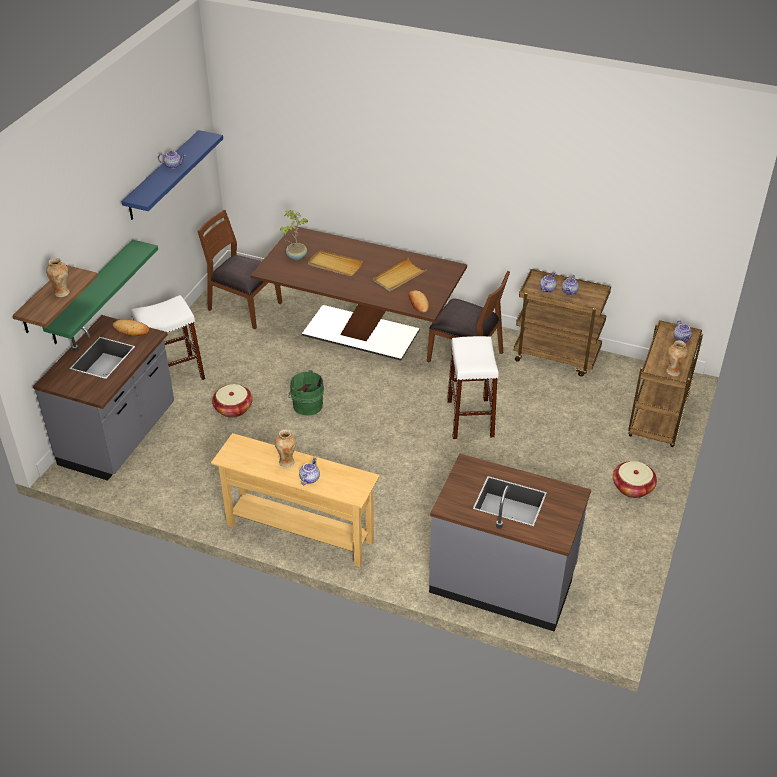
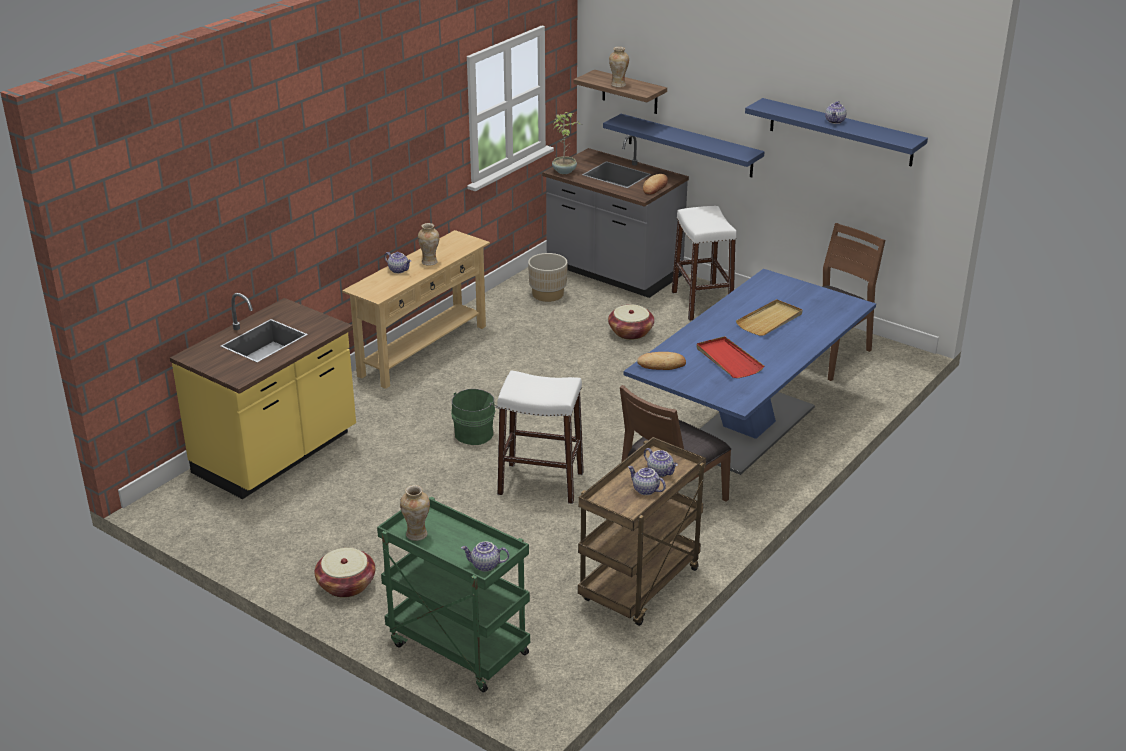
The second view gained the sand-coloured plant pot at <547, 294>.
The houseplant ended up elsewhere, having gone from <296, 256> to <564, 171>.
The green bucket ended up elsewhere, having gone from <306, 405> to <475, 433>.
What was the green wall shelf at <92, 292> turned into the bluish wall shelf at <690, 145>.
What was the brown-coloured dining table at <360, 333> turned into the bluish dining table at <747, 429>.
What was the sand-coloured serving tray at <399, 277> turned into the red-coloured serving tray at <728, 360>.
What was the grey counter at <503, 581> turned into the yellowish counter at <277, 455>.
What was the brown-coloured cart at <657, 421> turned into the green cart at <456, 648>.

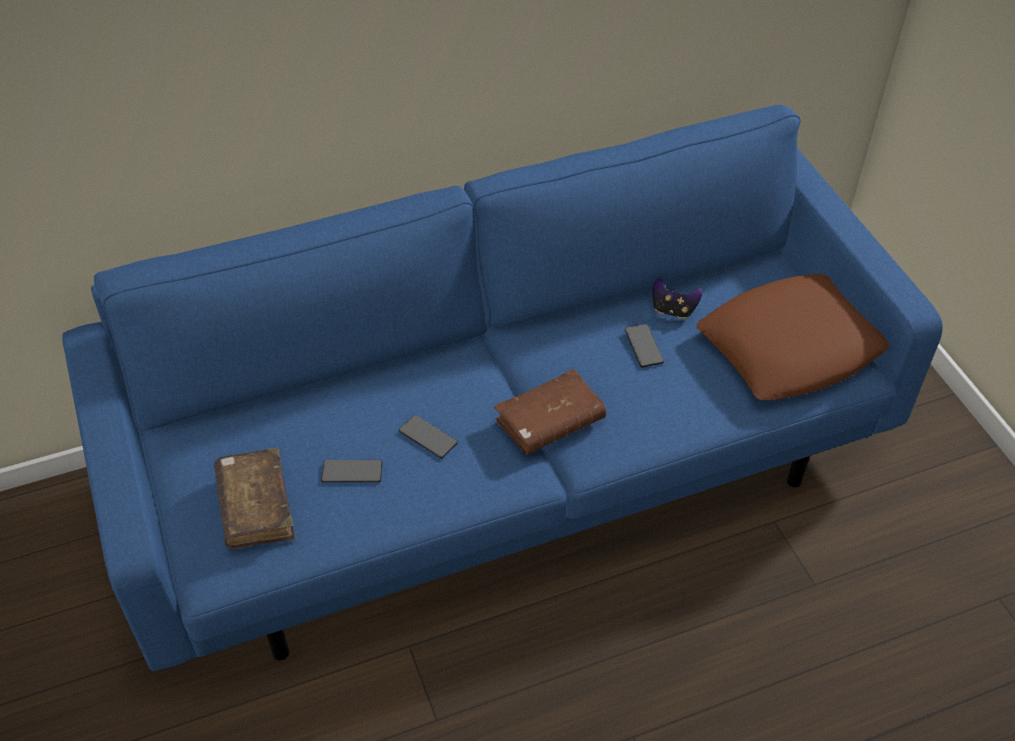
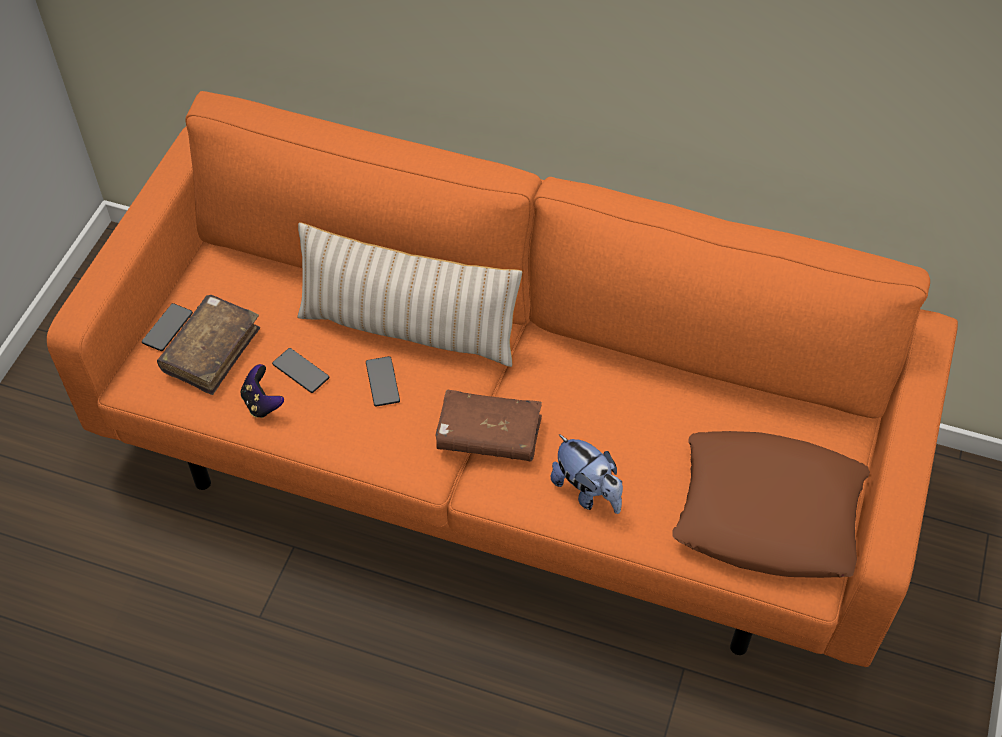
The second view gained the sand-coloured throw pillow at <408, 328>.
The second view gained the plush toy at <587, 491>.
The handset ended up elsewhere, having gone from <643, 346> to <167, 328>.
The gamepad ended up elsewhere, having gone from <673, 310> to <262, 403>.
What was the bluish settee at <507, 471> turned into the orange-coloured settee at <501, 462>.

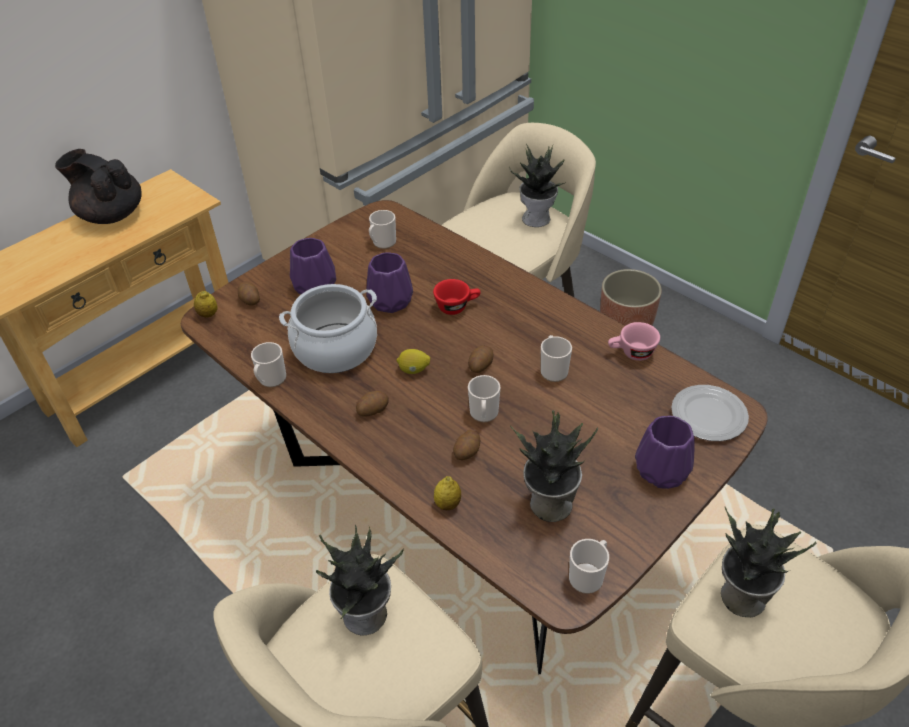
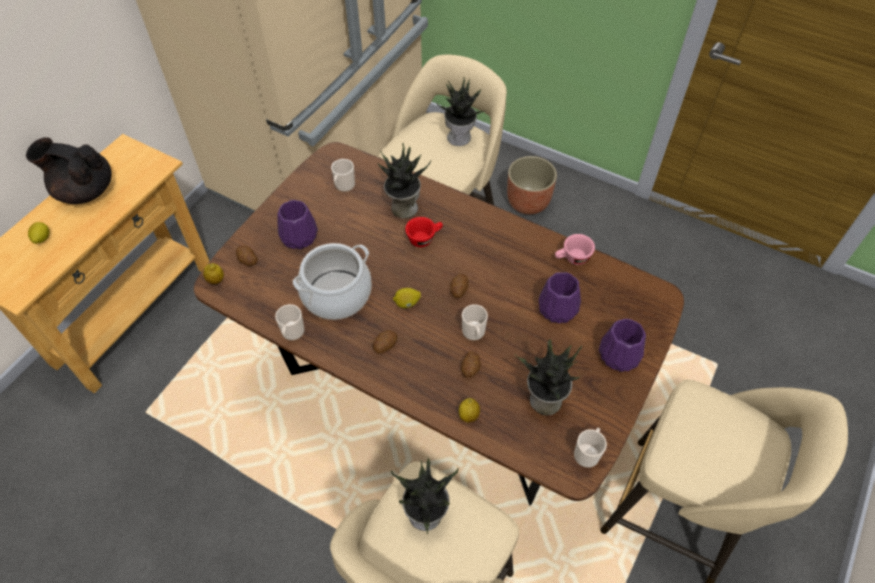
The second view lost the mug at <553, 369>.
The second view lost the flat dish at <707, 415>.
The second view gained the lemon at <42, 239>.
The purplish decorative vase ended up elsewhere, having gone from <390, 300> to <556, 309>.
The houseplant ended up elsewhere, having gone from <741, 596> to <403, 208>.

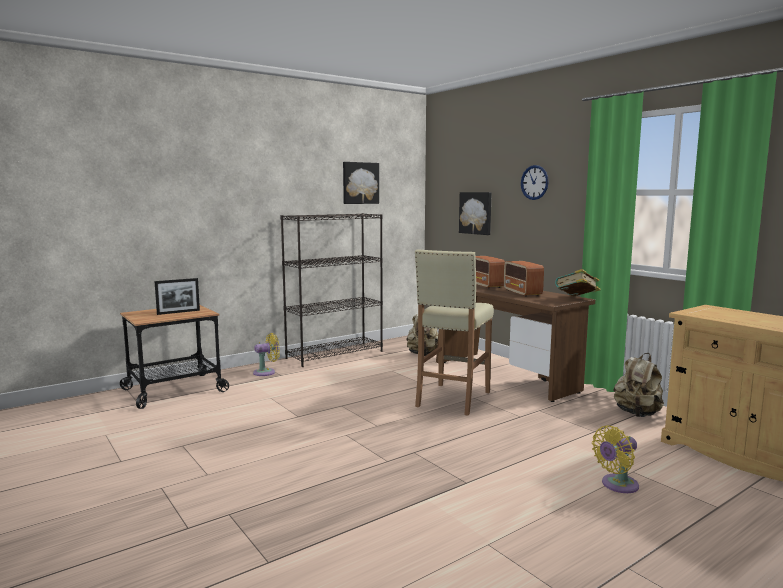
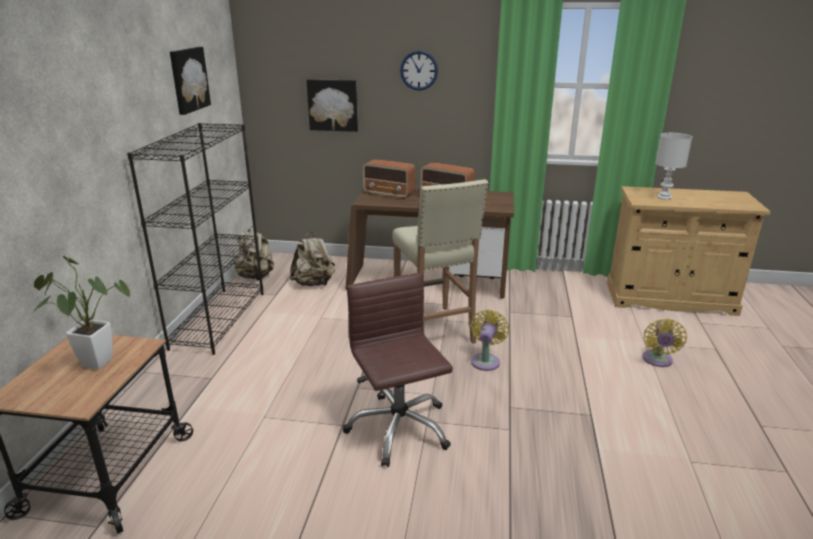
The second view lost the book at <576, 299>.
The second view gained the brown-coloured office chair at <398, 428>.
The second view gained the white-coloured table lamp at <664, 197>.
The yellowish electric fan ended up elsewhere, having gone from <266, 372> to <486, 360>.
The sand-coloured rucksack ended up elsewhere, having gone from <637, 414> to <255, 276>.
Where the standing frame stood at <178, 312>, the houseplant came to stand at <92, 362>.

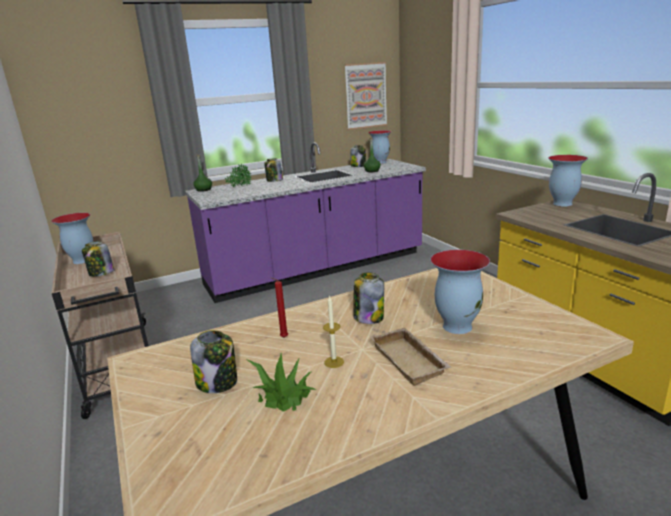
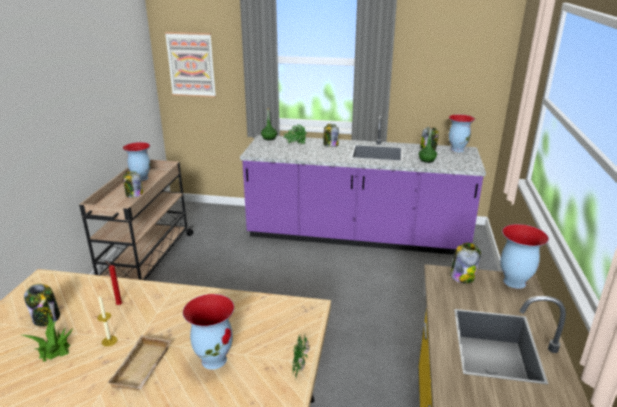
The second view gained the houseplant at <299, 367>.
The picture ended up elsewhere, having gone from <366, 96> to <191, 64>.
The jar ended up elsewhere, having gone from <368, 317> to <462, 276>.

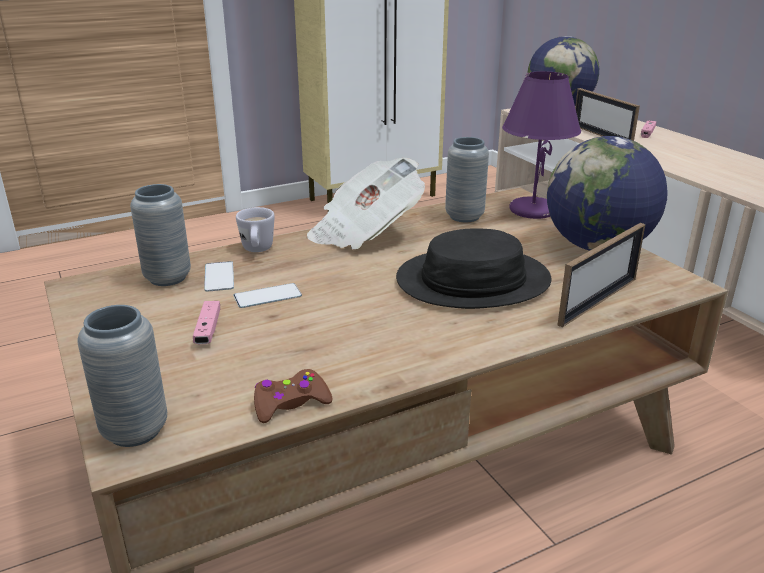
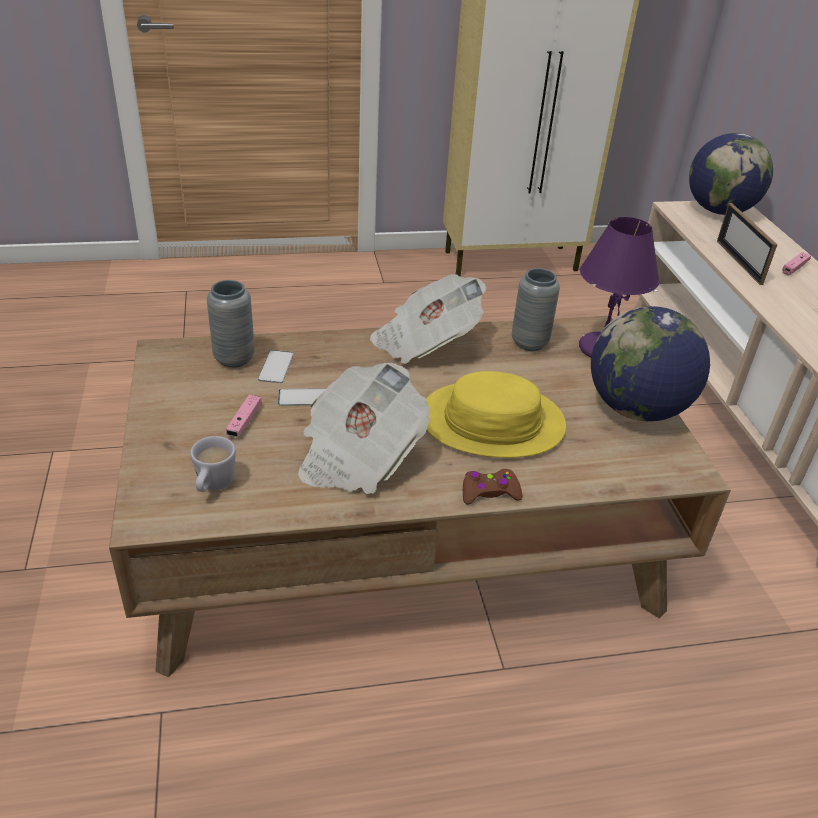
The second view lost the grey decorative vase at <135, 430>.
The second view lost the standing frame at <598, 301>.
The second view gained the daily paper at <358, 456>.
The white-coloured mug ended up elsewhere, having gone from <257, 251> to <213, 486>.
The brown-coloured gamepad ended up elsewhere, having gone from <290, 403> to <489, 492>.
What was the blackish clothing hat at <473, 281> turned into the yellowish clothing hat at <492, 422>.

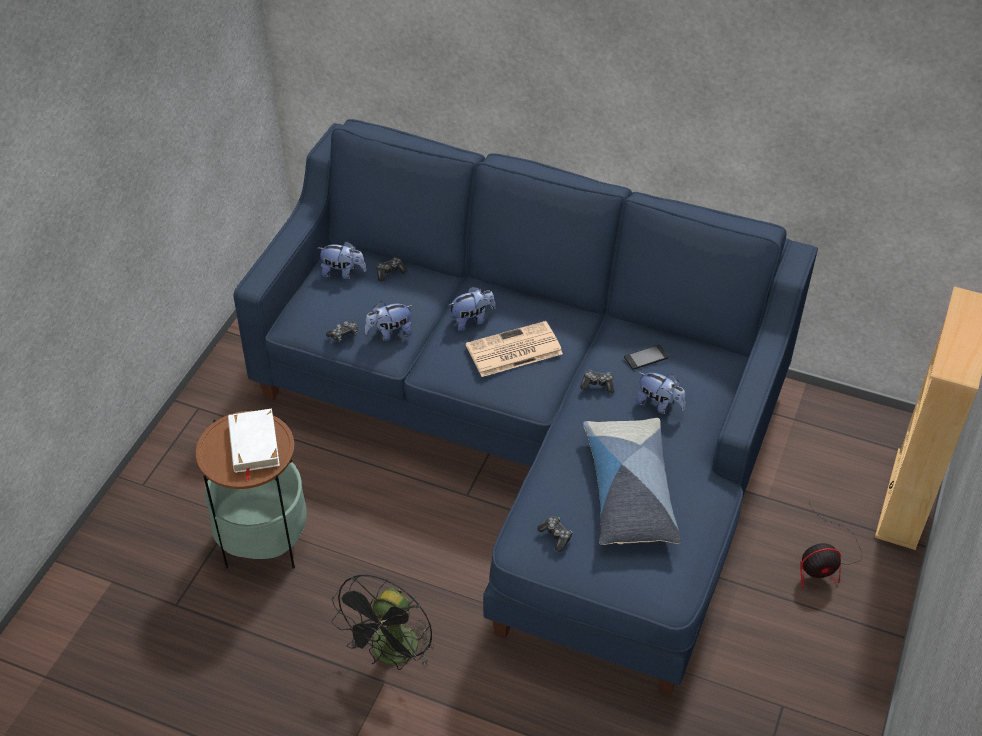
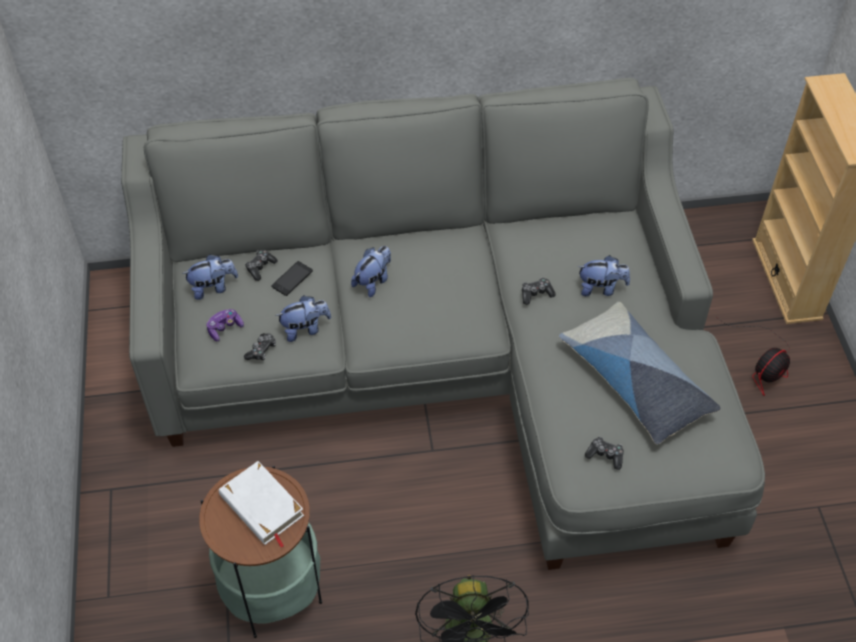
The second view lost the daily paper at <513, 350>.
The second view gained the gamepad at <224, 328>.
The handset ended up elsewhere, having gone from <646, 357> to <292, 279>.
What was the bluish settee at <536, 434> turned into the grey settee at <453, 362>.
The plush toy at <390, 333> ended up facing another way, 150 degrees counterclockwise from before.

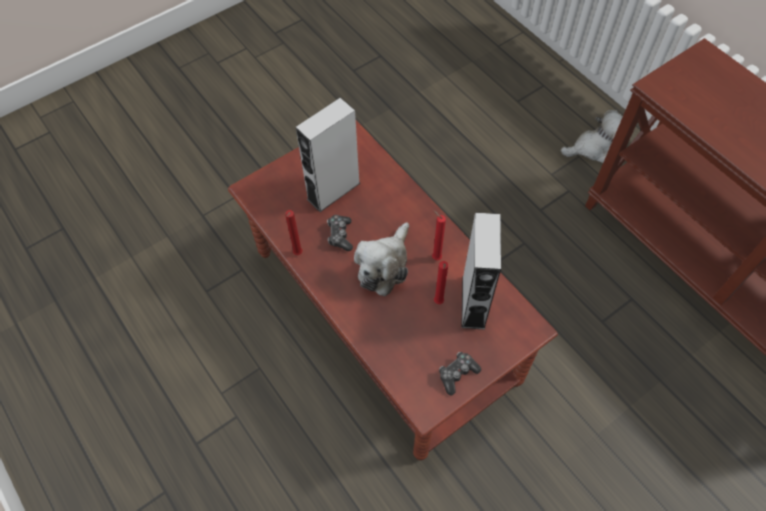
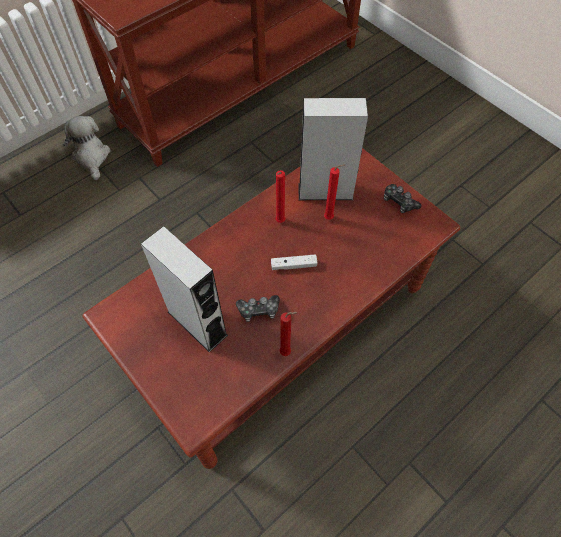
Where the plush toy stood at <384, 266>, the white-coloured gamepad came to stand at <293, 265>.

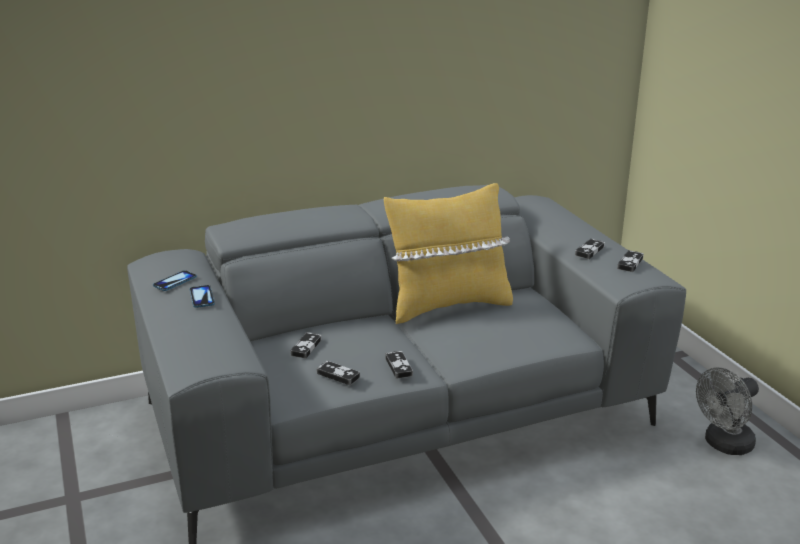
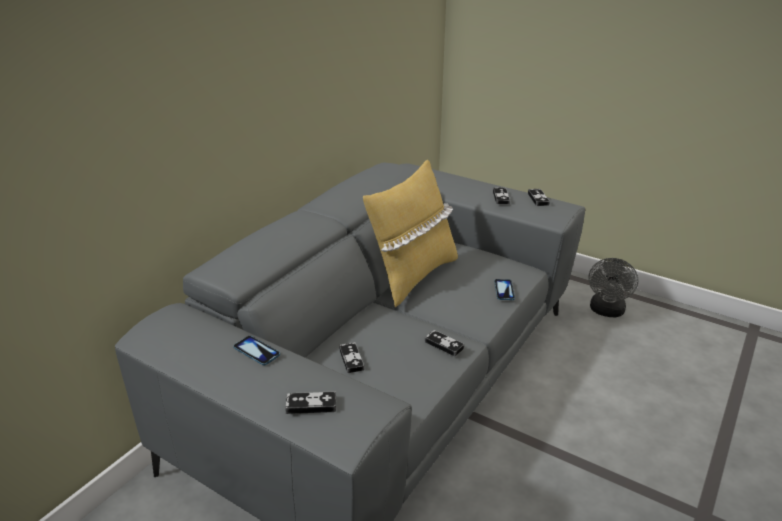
The handset ended up elsewhere, having gone from <175, 282> to <504, 290>.
The gamepad ended up elsewhere, having gone from <338, 375> to <311, 405>.

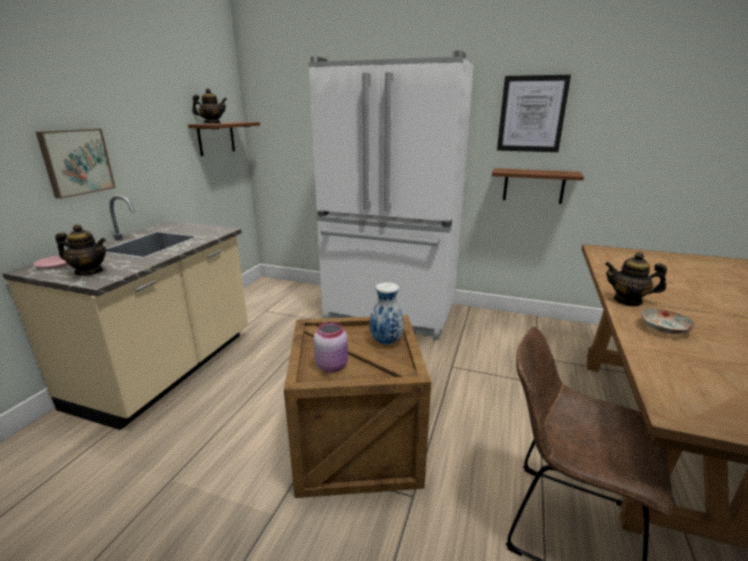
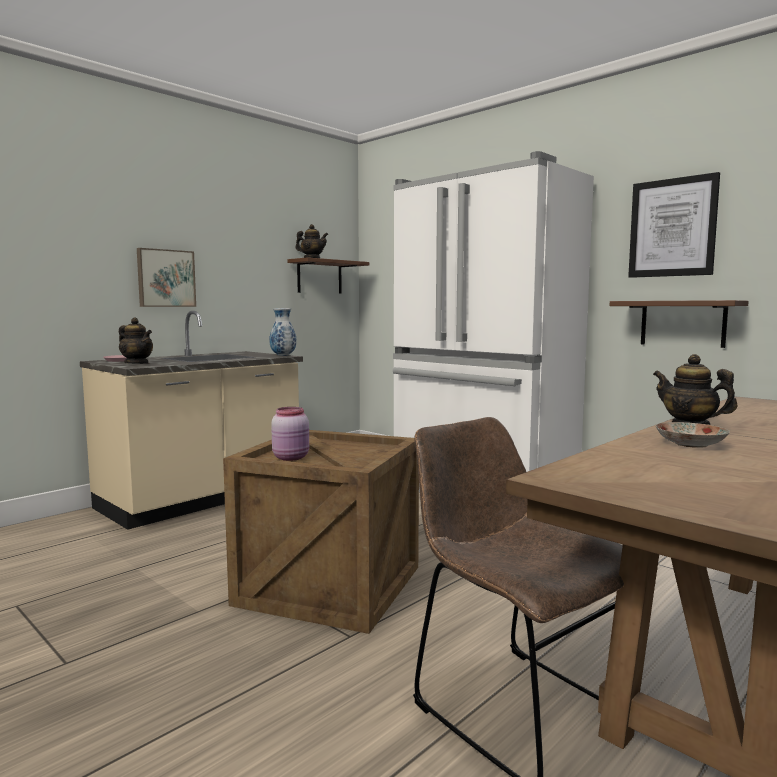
The decorative vase ended up elsewhere, having gone from <385, 342> to <282, 356>.

